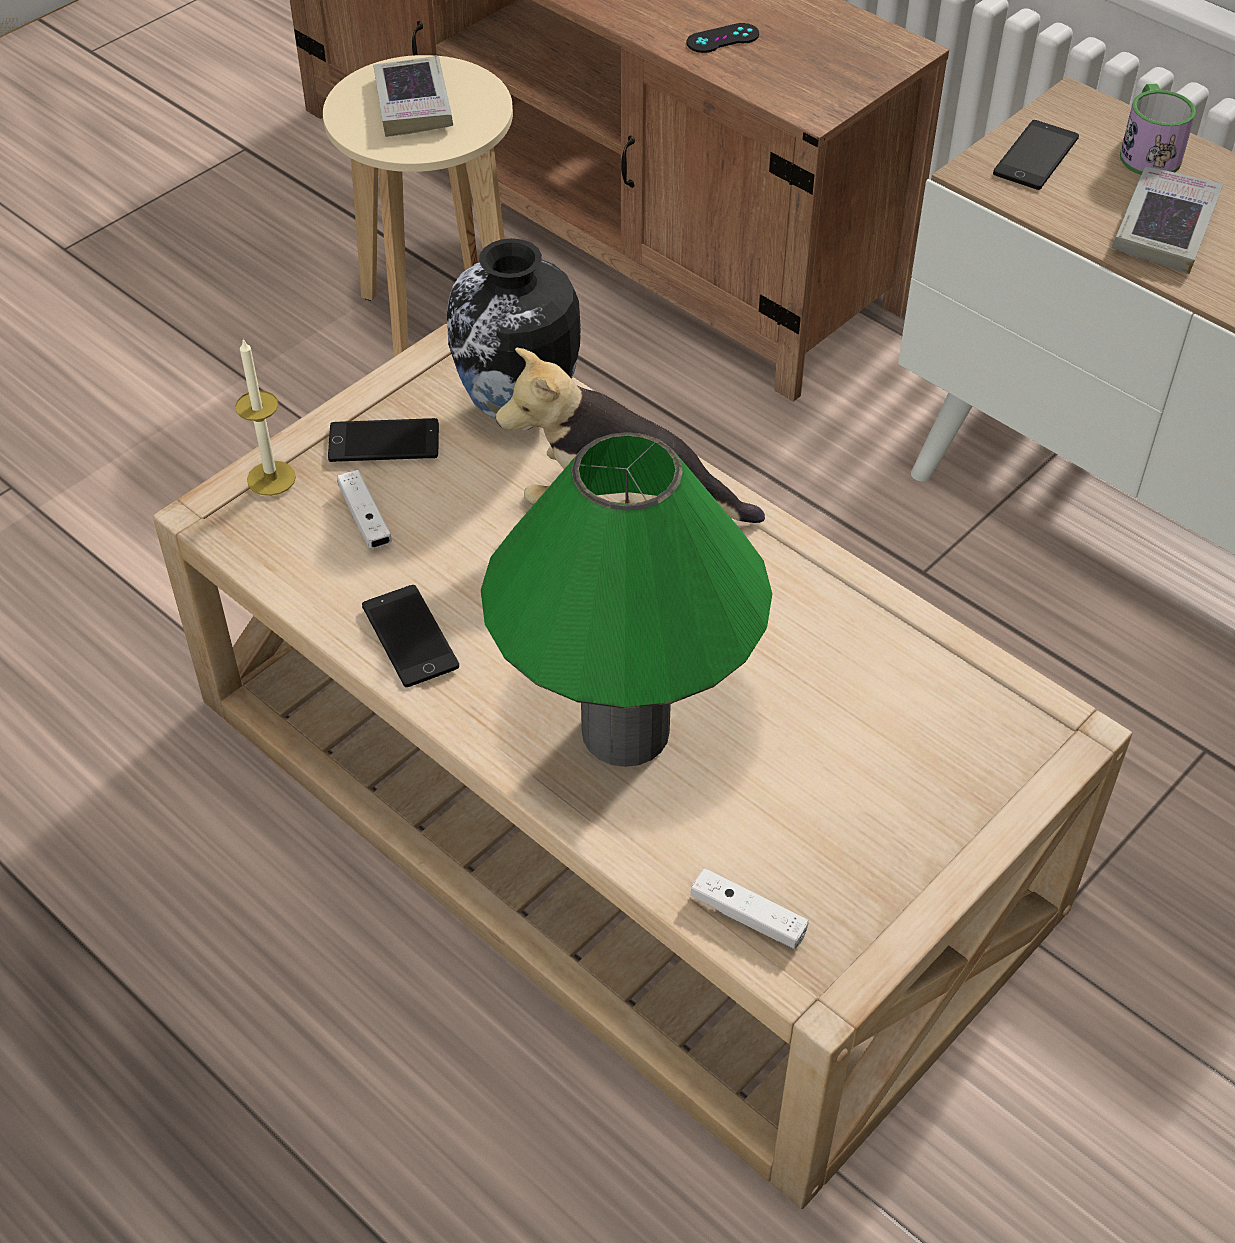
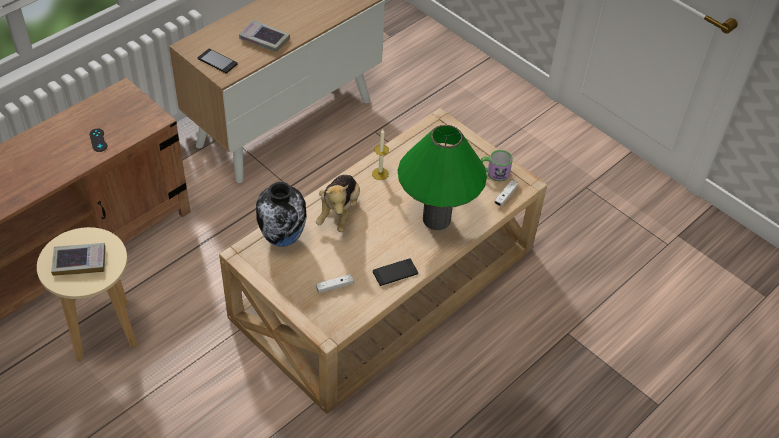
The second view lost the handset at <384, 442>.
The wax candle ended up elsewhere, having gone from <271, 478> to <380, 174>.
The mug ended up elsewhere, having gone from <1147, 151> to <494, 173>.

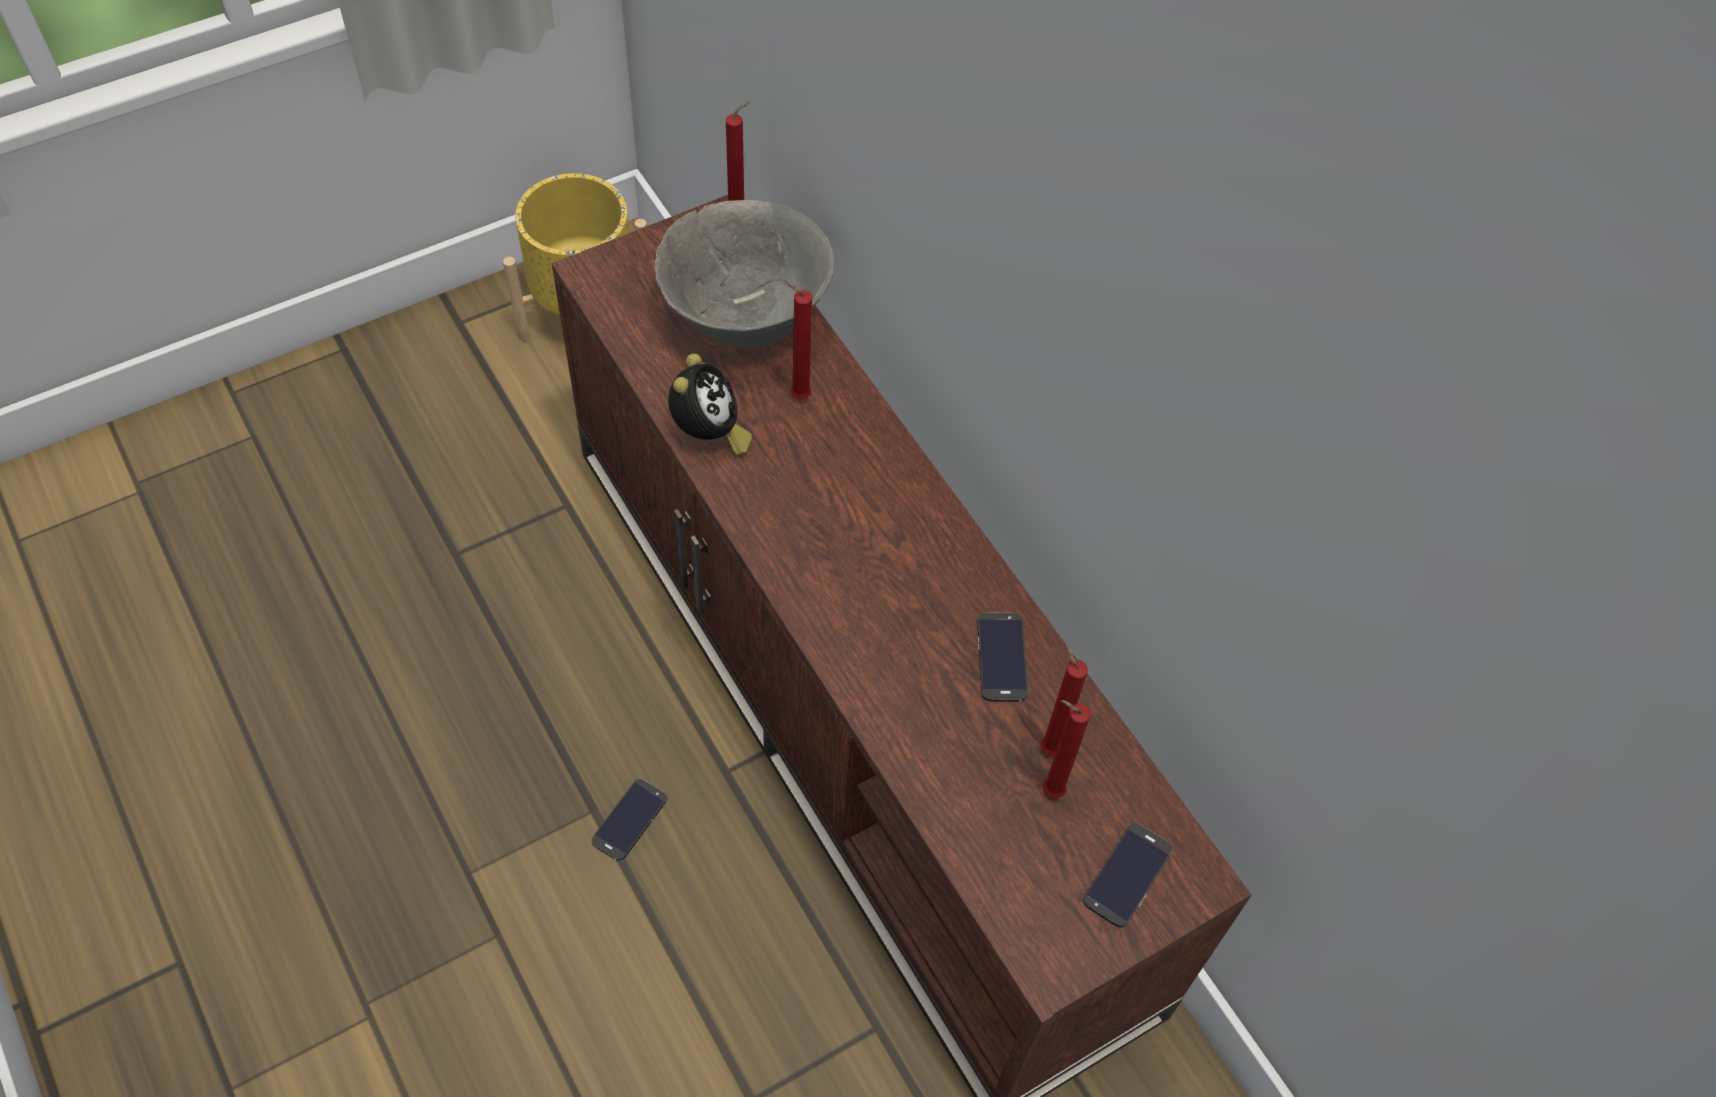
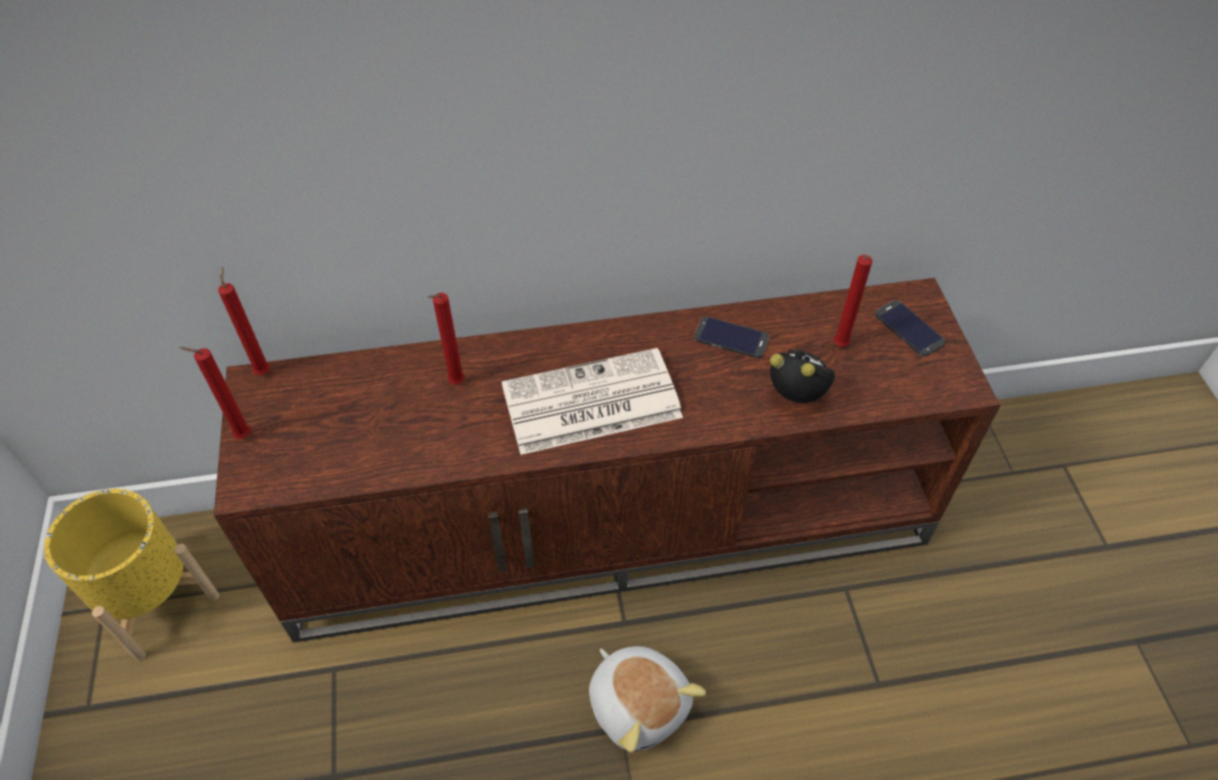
The second view lost the grey bowl at <746, 318>.
The second view gained the daily paper at <589, 403>.
The alarm clock ended up elsewhere, having gone from <708, 434> to <798, 397>.
The red-coloured wax candle ended up elsewhere, having gone from <1048, 746> to <240, 436>.
Where the handset stood at <629, 820>, the plush toy came to stand at <639, 703>.

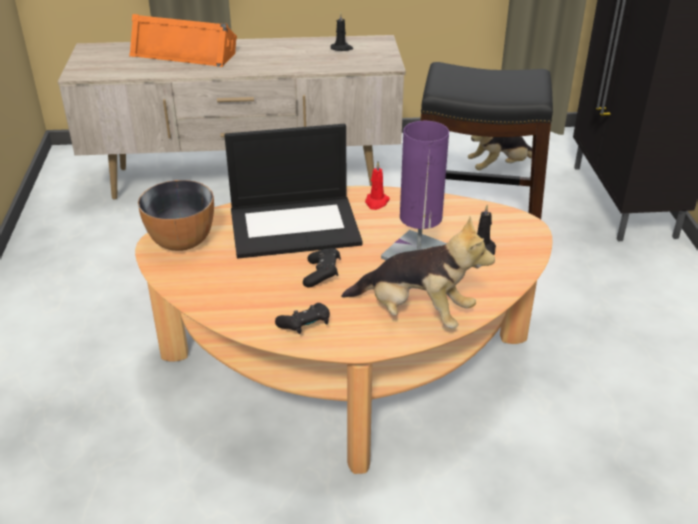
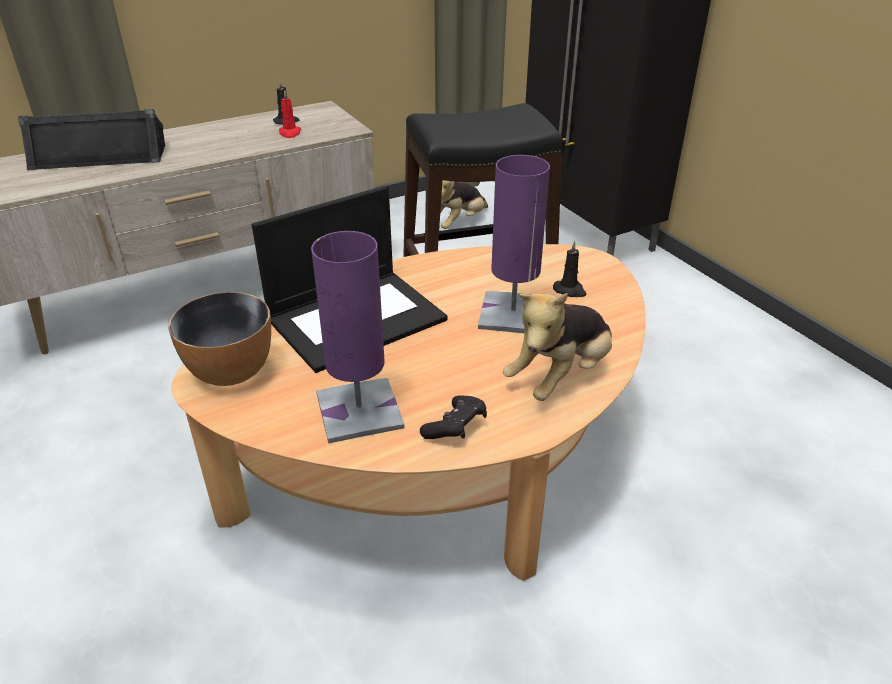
The second view lost the blackish gamepad at <322, 275>.
The second view gained the purplish table lamp at <359, 411>.
The red-coloured wax candle ended up elsewhere, having gone from <376, 202> to <290, 133>.
What was the orange-coloured speaker at <184, 53> turned into the blackish speaker at <100, 155>.
The plush toy at <415, 313> ended up facing another way, 135 degrees clockwise from before.

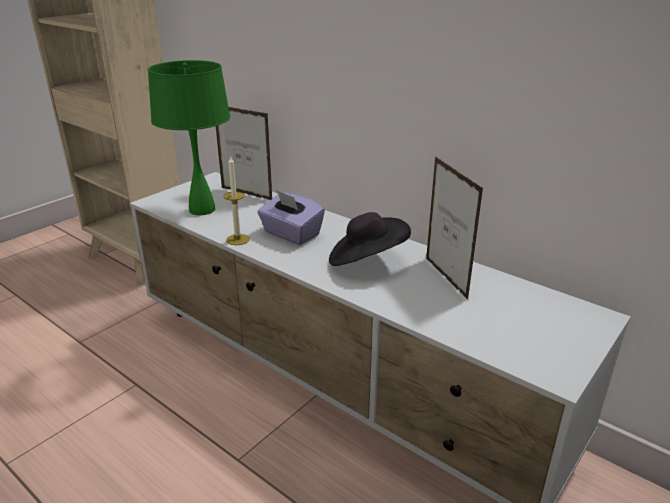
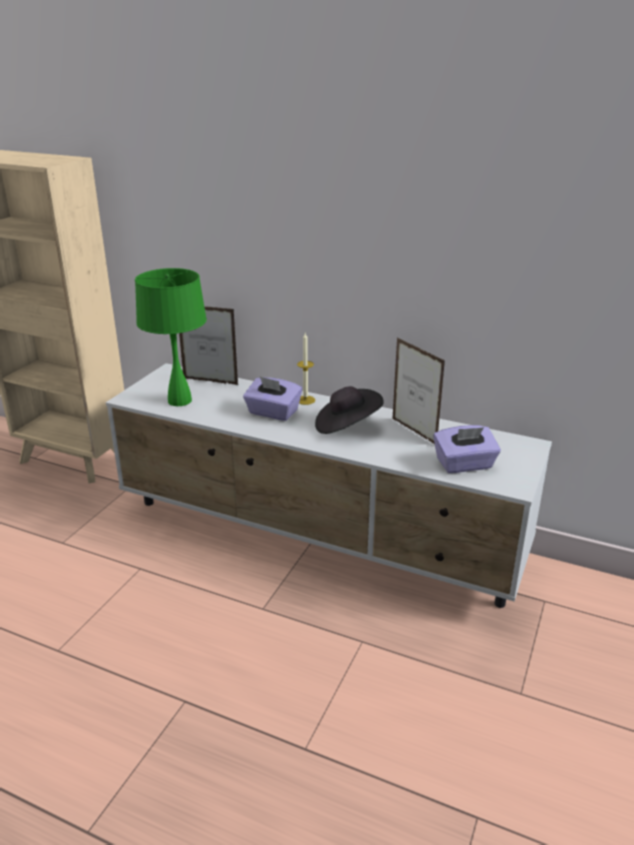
The second view gained the purplish box of tissues at <464, 464>.
The wax candle ended up elsewhere, having gone from <238, 239> to <305, 400>.

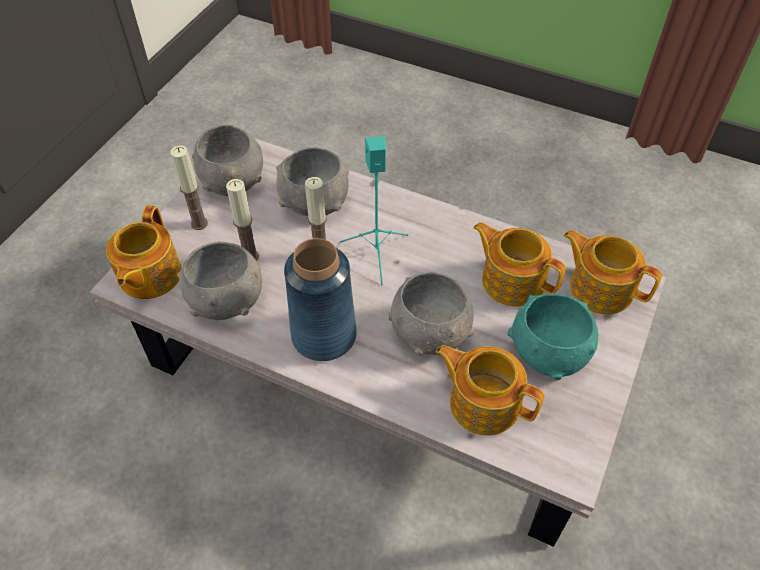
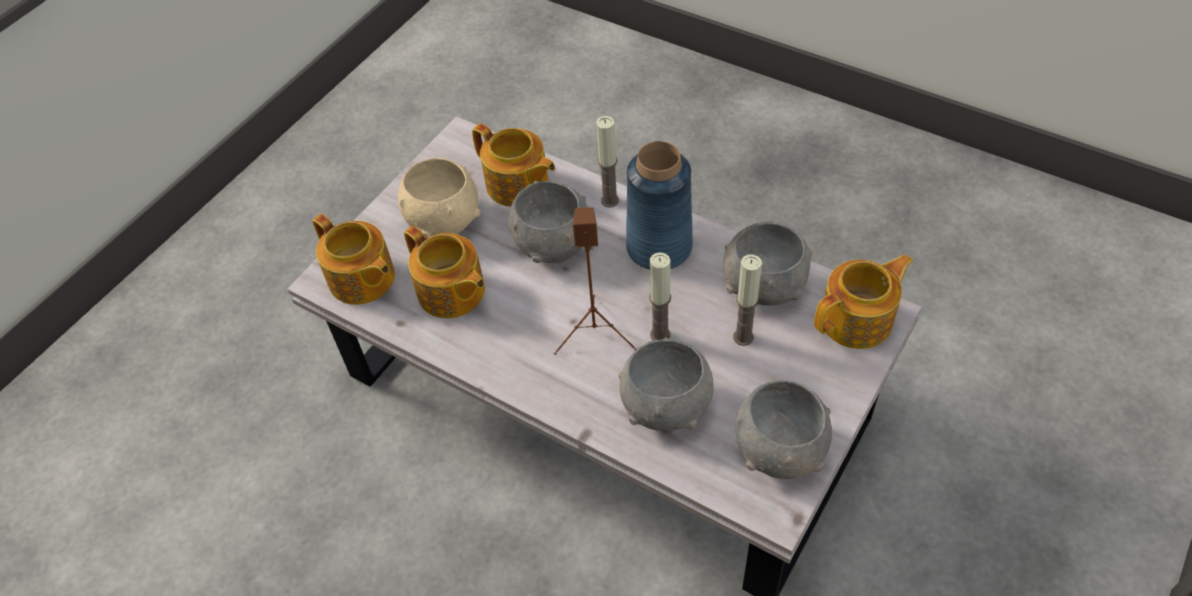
The wax candle ended up elsewhere, having gone from <199, 223> to <610, 200>.
What was the blue-green speaker at <375, 253> turned into the brown-coloured speaker at <596, 332>.
What was the blue-green bowl at <548, 352> turned into the sand-coloured bowl at <443, 221>.
The tea pot at <149, 276> ended up facing another way, 45 degrees clockwise from before.

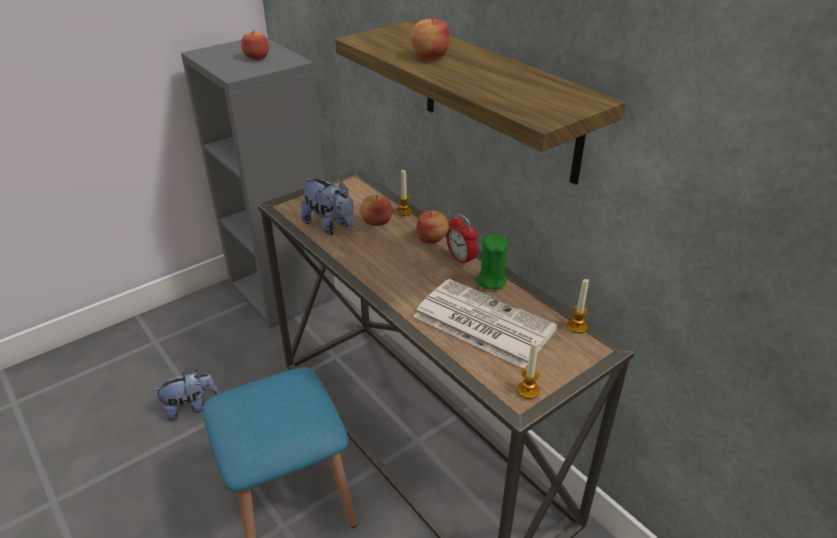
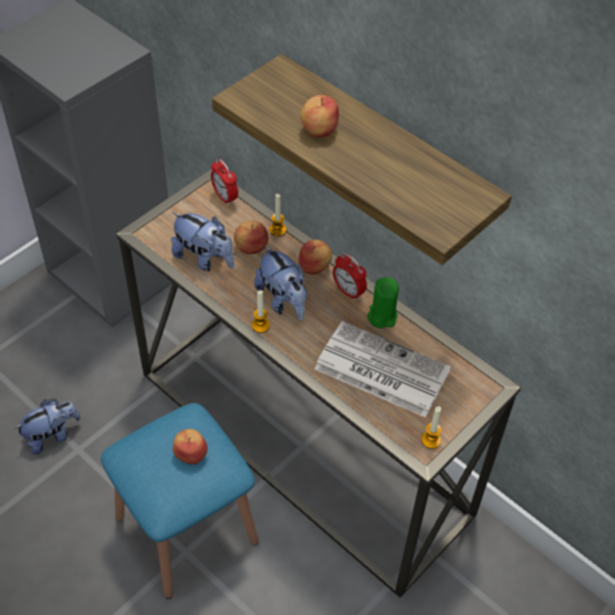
The second view gained the alarm clock at <225, 197>.
The second view gained the plush toy at <283, 300>.
The apple ended up elsewhere, having gone from <257, 57> to <191, 454>.
The wax candle ended up elsewhere, having gone from <577, 326> to <260, 325>.

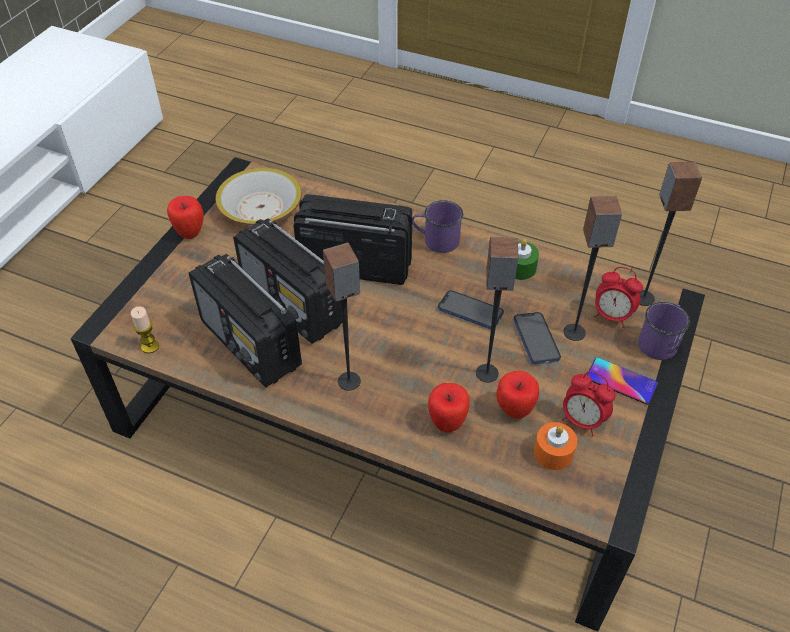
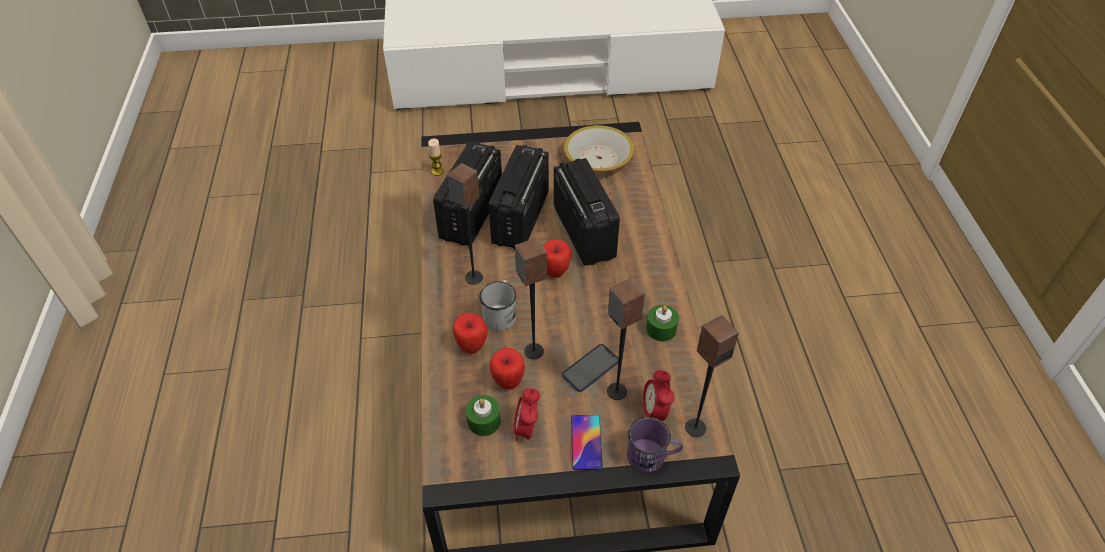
The second view lost the purplish mug at <436, 240>.
The second view lost the handset at <470, 311>.
The second view gained the white-coloured mug at <501, 313>.
The apple ended up elsewhere, having gone from <190, 233> to <556, 272>.
What was the orange-coloured wax candle at <553, 453> turned into the green wax candle at <484, 421>.

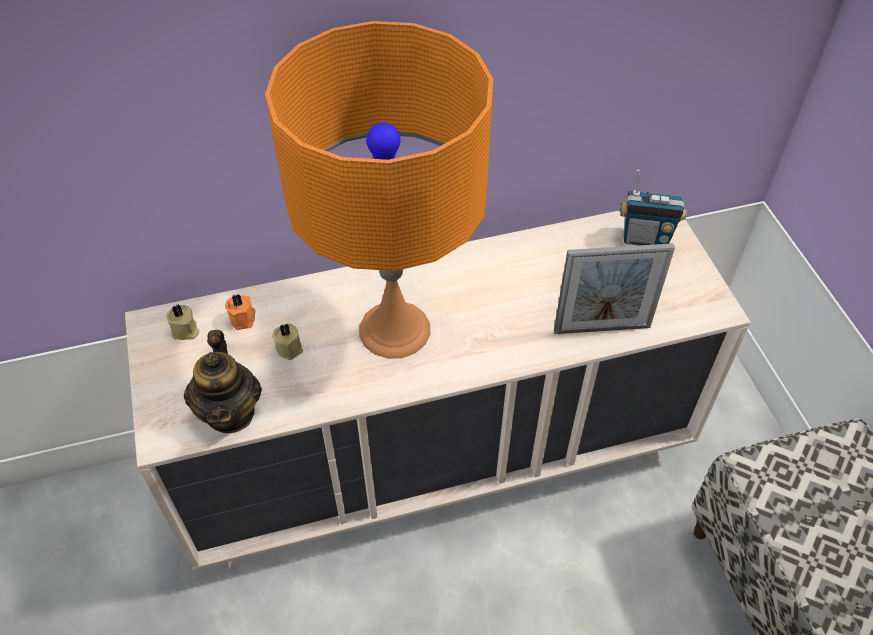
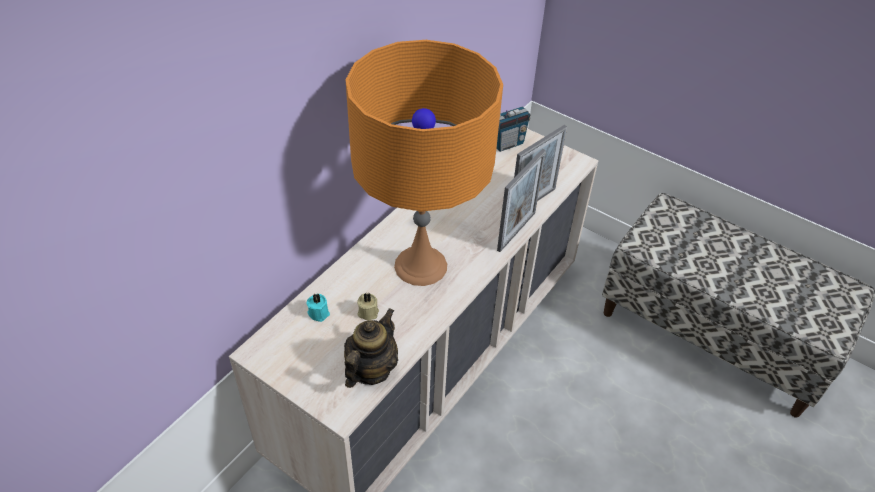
The second view lost the sand-coloured wax candle at <185, 331>.
The second view gained the standing frame at <516, 231>.
What was the orange-coloured wax candle at <244, 318> turned into the blue-green wax candle at <319, 312>.
The tea pot at <230, 412> ended up facing another way, 105 degrees counterclockwise from before.

